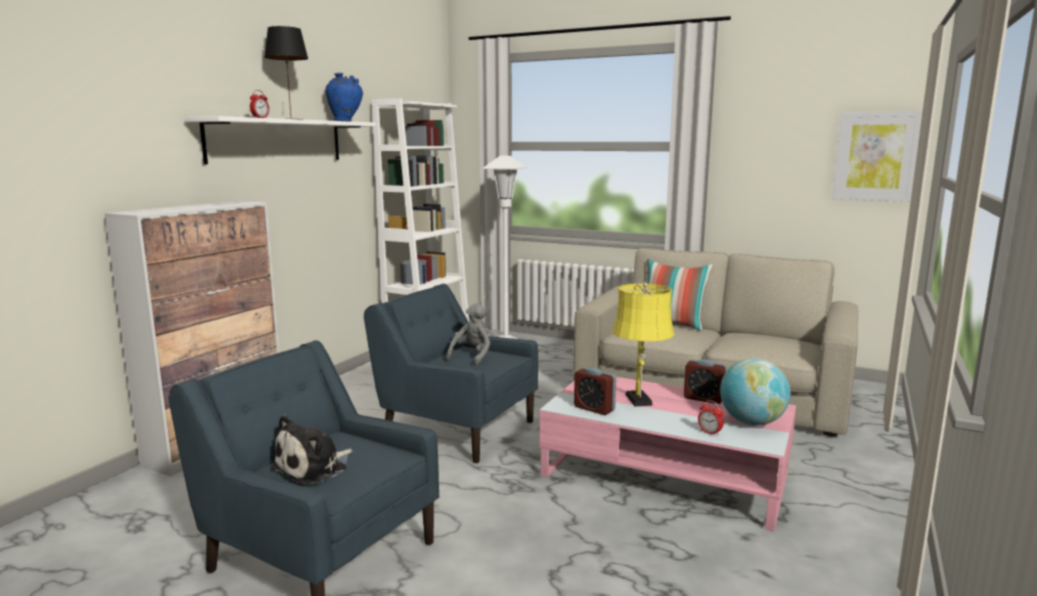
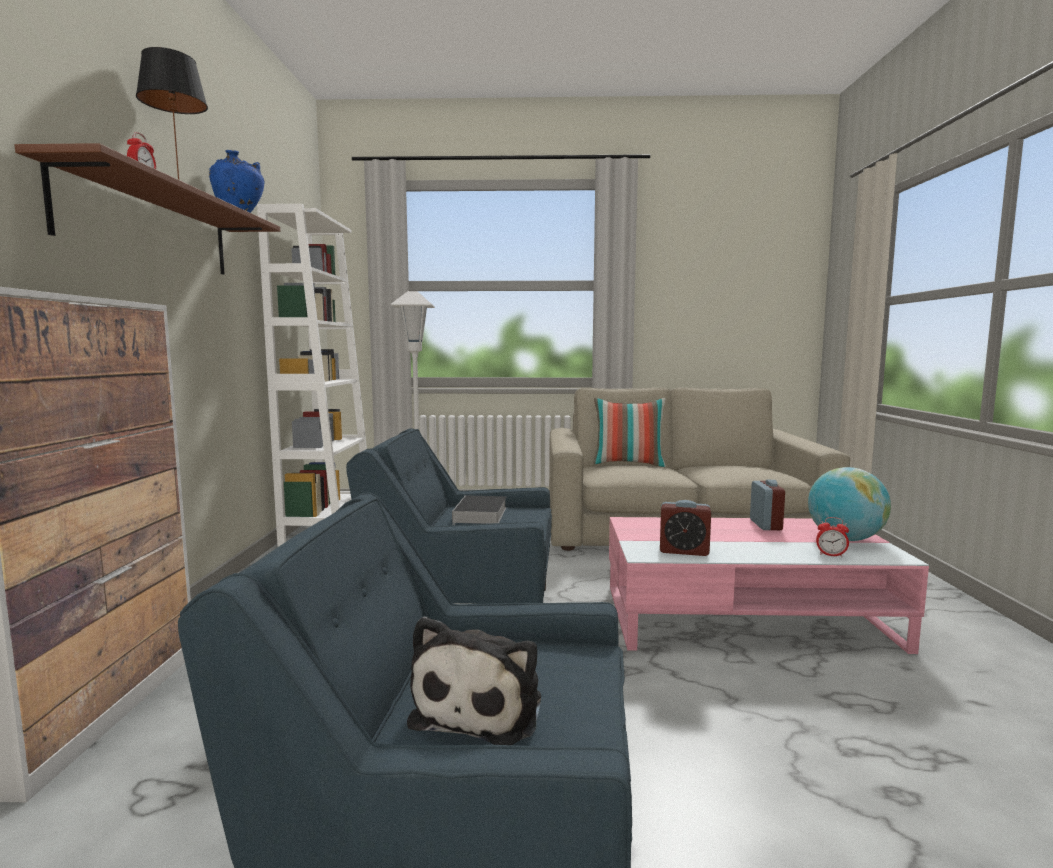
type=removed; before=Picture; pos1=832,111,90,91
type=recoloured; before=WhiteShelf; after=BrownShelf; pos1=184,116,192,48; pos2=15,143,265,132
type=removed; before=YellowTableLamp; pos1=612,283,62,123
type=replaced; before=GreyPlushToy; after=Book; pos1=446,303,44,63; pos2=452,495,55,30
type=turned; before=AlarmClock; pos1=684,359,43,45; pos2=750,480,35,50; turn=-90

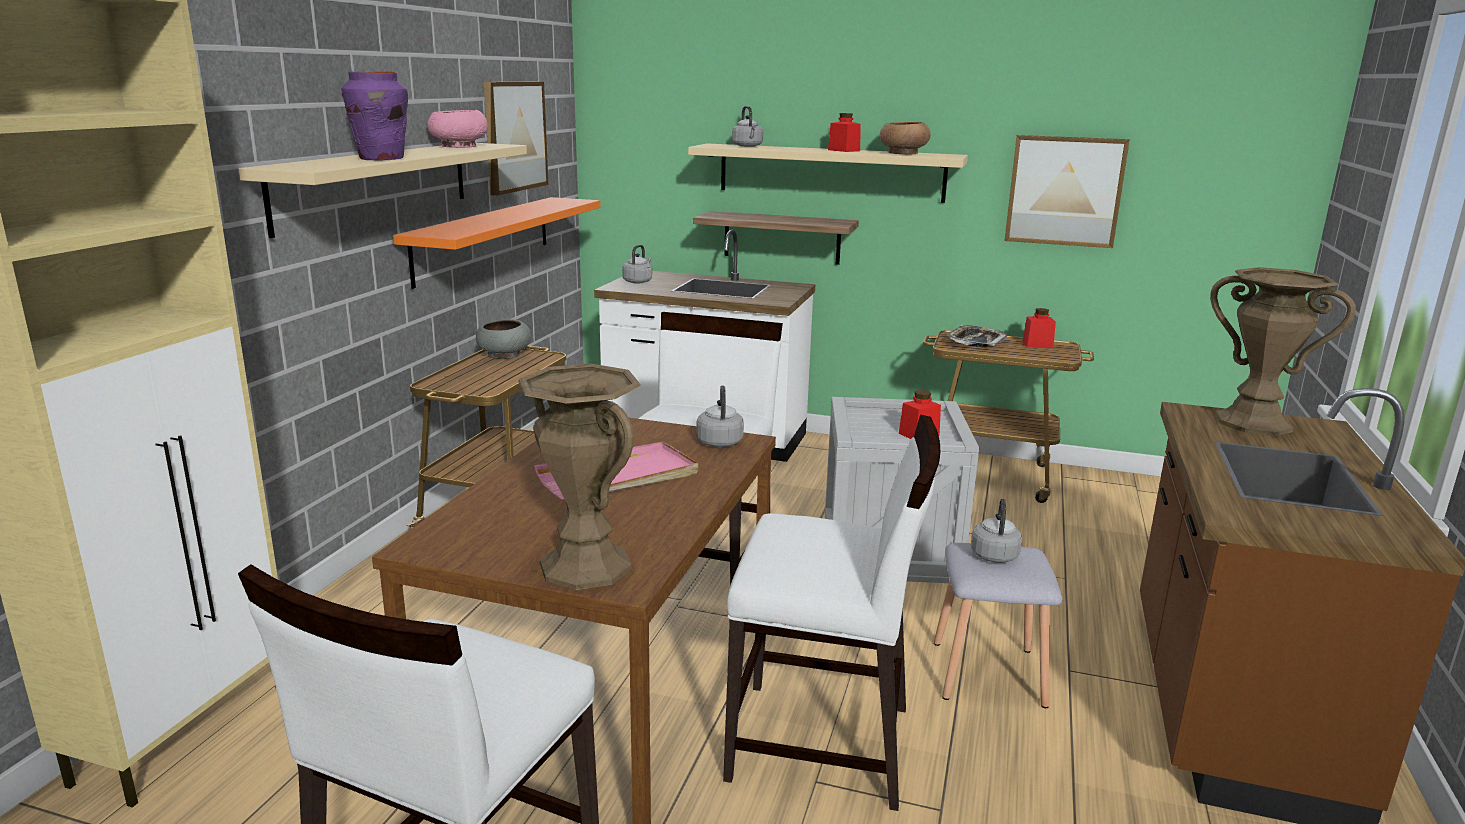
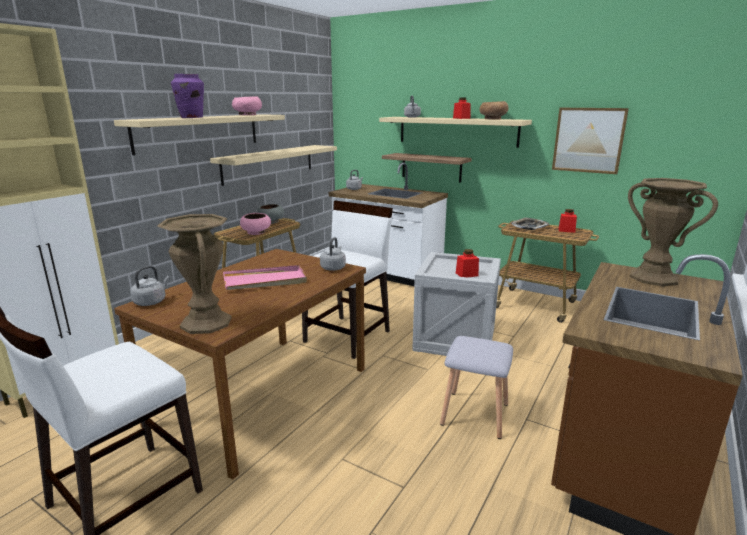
type=removed; before=Picture; pos1=484,82,64,114
type=recoloured; before=OrangeShelf; after=BeigeShelf; pos1=393,197,207,92; pos2=210,145,127,41
type=removed; before=WhiteChair; pos1=723,415,217,396
type=moved; before=GreyKettle; pos1=971,499,51,64; pos2=130,266,40,40
type=added; after=PinkBowl; pos2=240,213,31,22

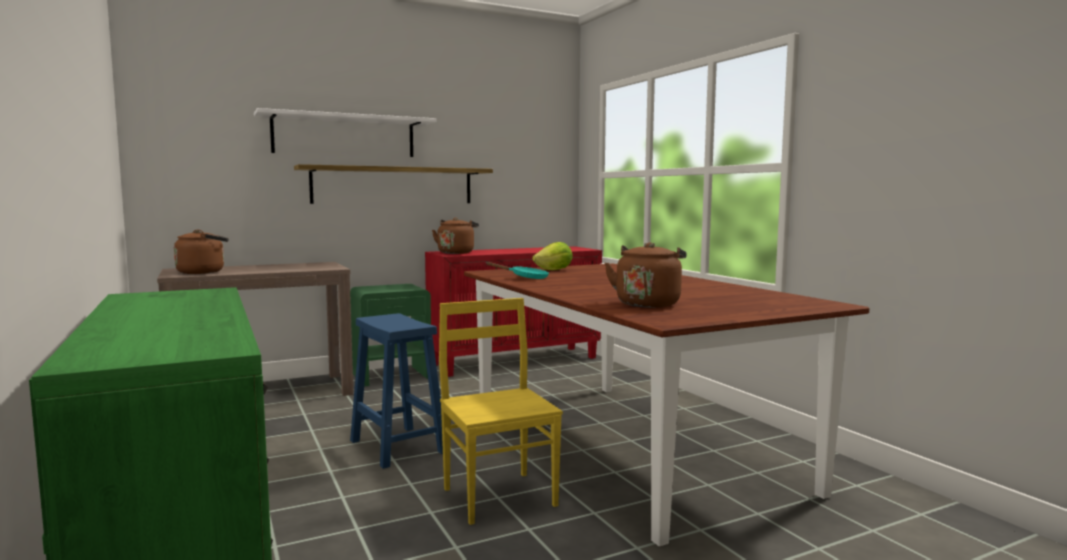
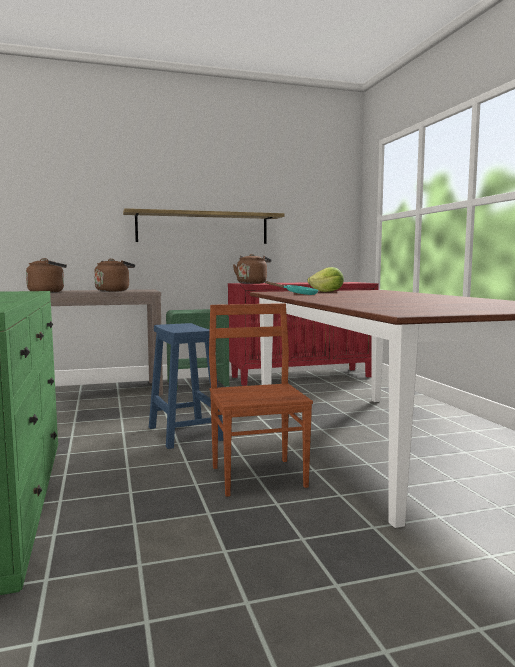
type=removed; before=WhiteShelf; pos1=254,108,183,49
type=moved; before=BrownKettle; pos1=605,242,82,66; pos2=94,258,41,34
type=recoloured; before=YellowChair; after=BrownChair; pos1=439,298,124,227; pos2=209,303,104,194

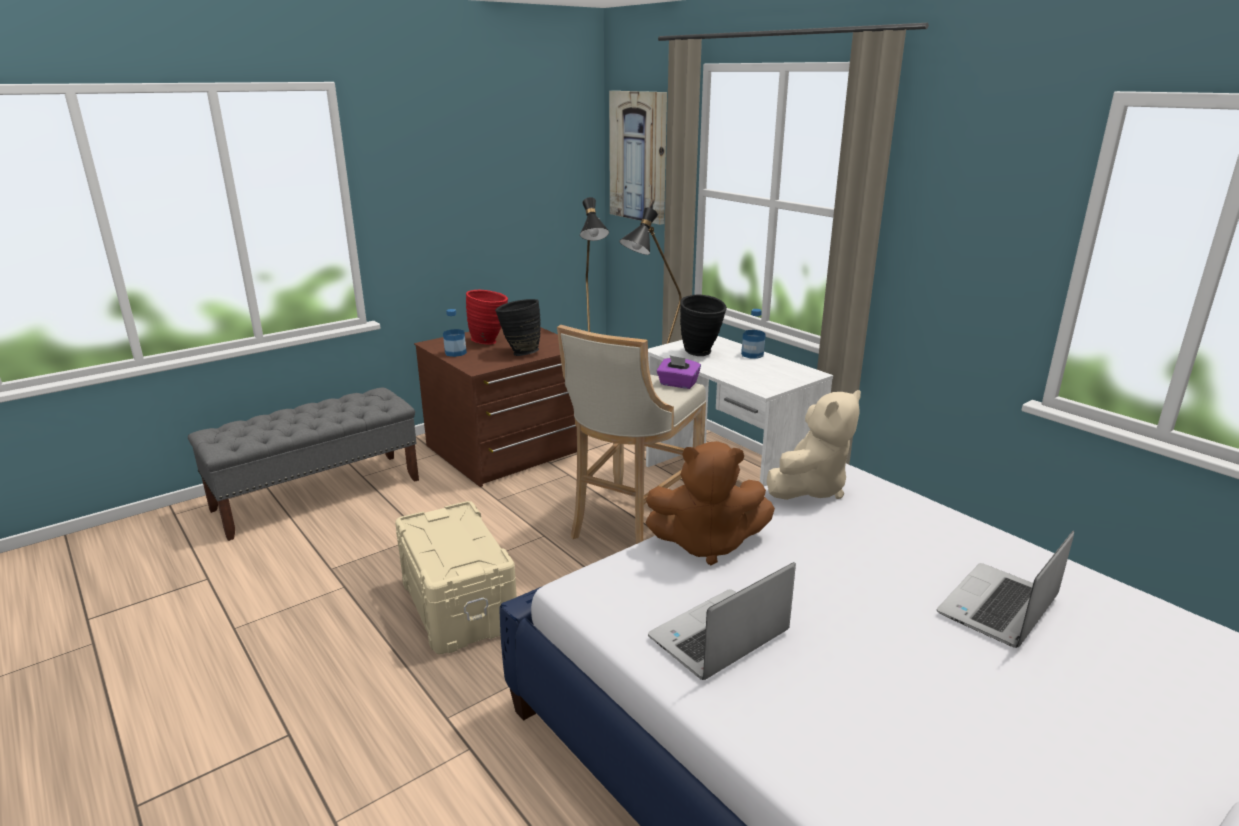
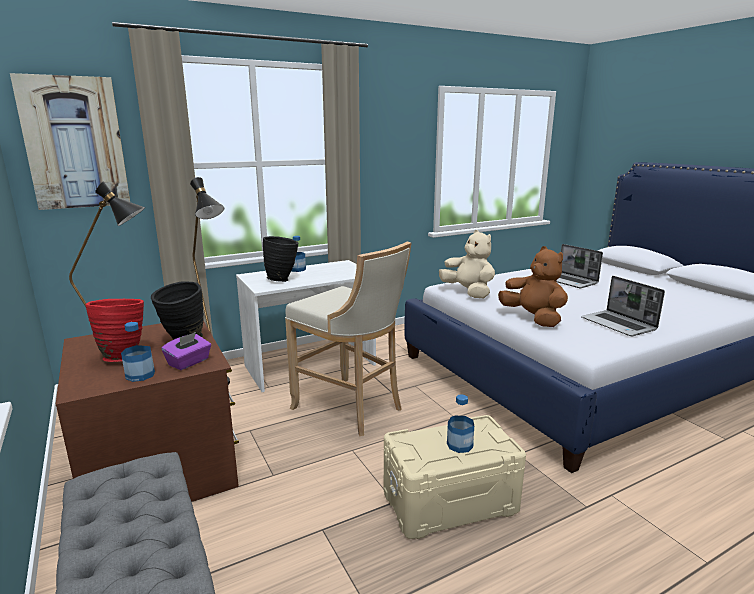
type=moved; before=PurpleTissueBox; pos1=657,355,44,34; pos2=161,332,50,38
type=turned; before=BrownPlushToy; pos1=646,441,129,124; pos2=498,246,70,81; turn=-45
type=added; after=Bottle; pos2=447,395,27,58

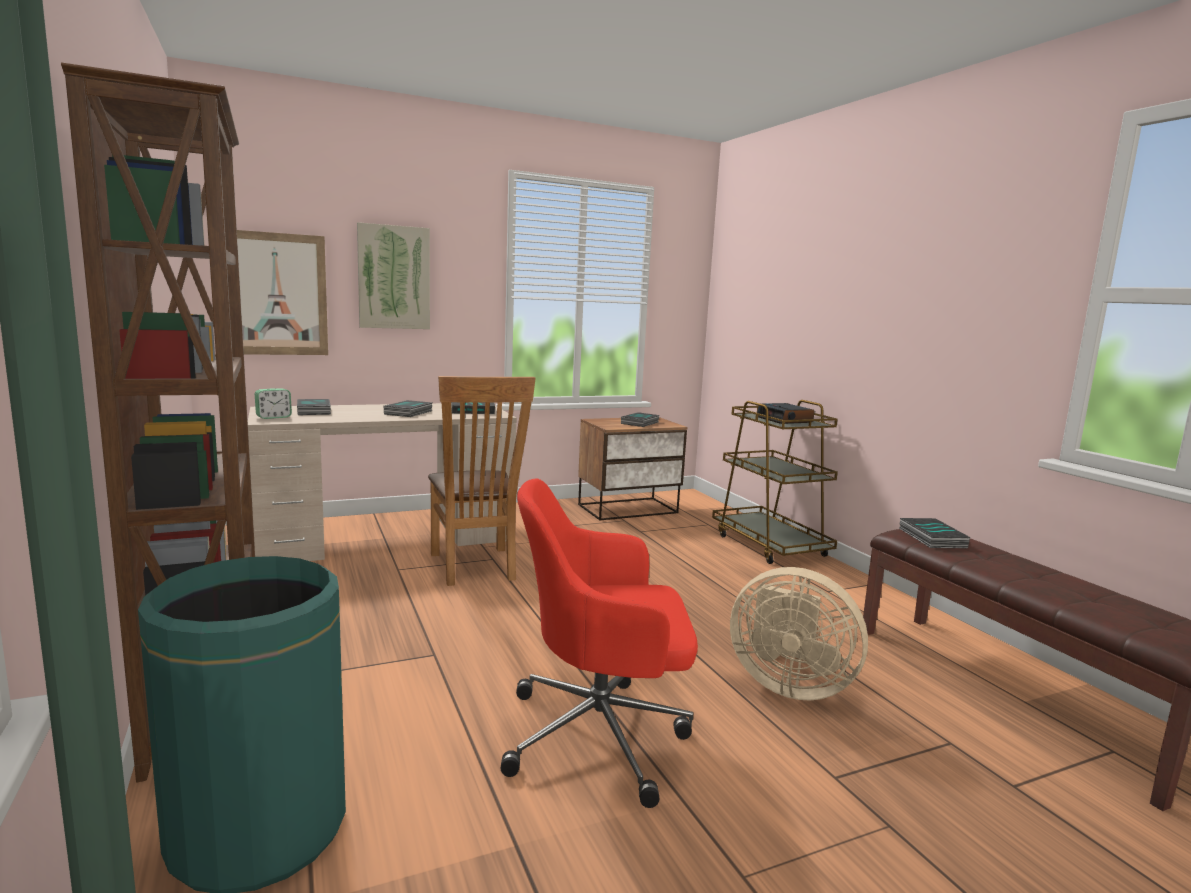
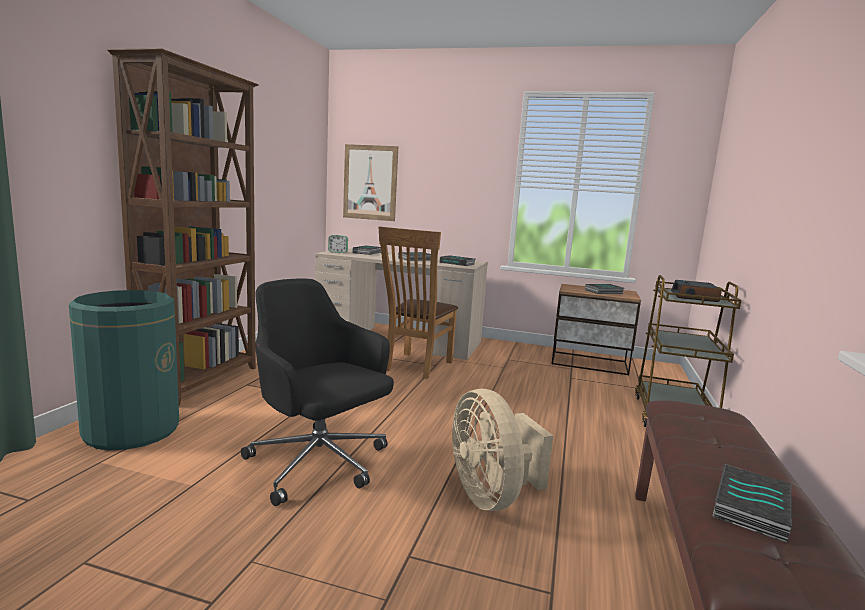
type=removed; before=Picture; pos1=357,222,73,107
type=recoloured; before=RedOfficeChair; after=BlackOfficeChair; pos1=501,479,197,329; pos2=241,278,153,228
type=moved; before=Book; pos1=899,518,71,30; pos2=712,464,80,79

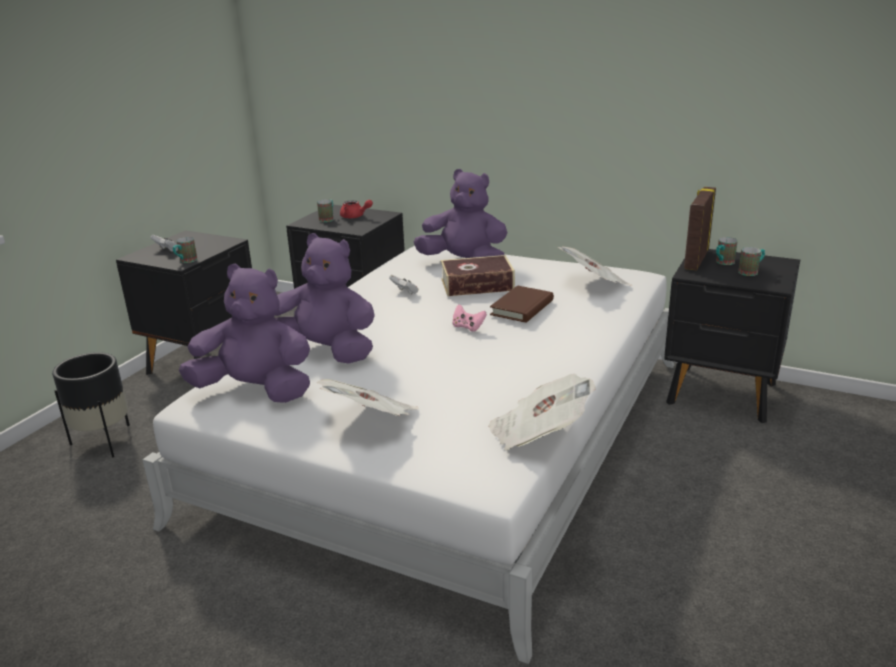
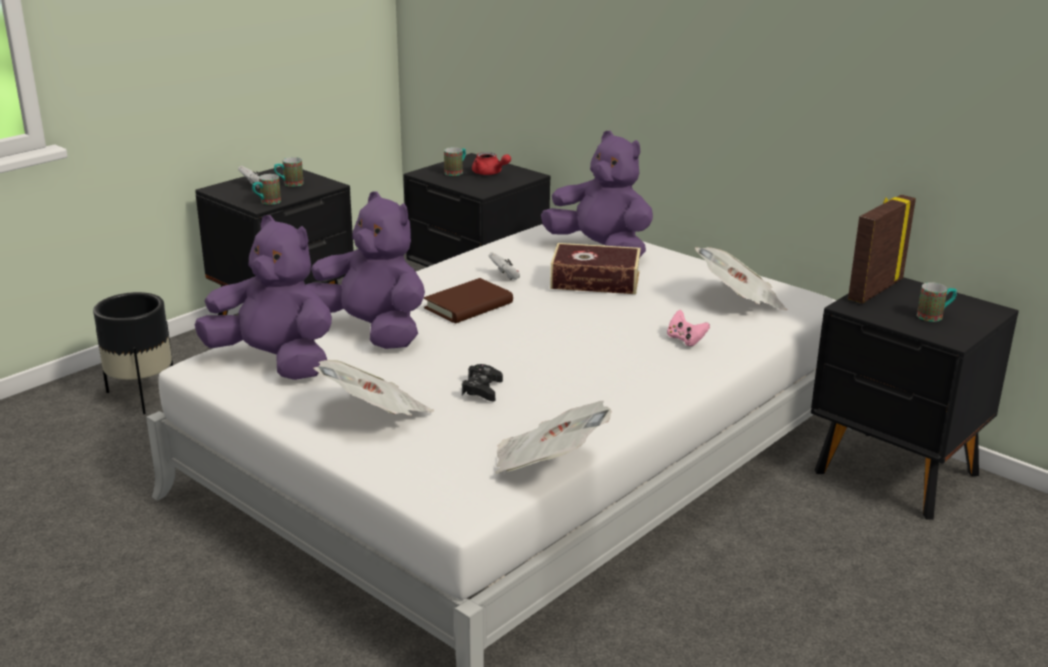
type=moved; before=Mug; pos1=716,237,22,28; pos2=274,157,30,30
type=moved; before=BrownBook; pos1=490,286,64,37; pos2=424,278,89,46
type=moved; before=PinkGameController; pos1=453,304,34,28; pos2=667,310,43,36
type=added; after=BlackGameController; pos2=462,364,41,37

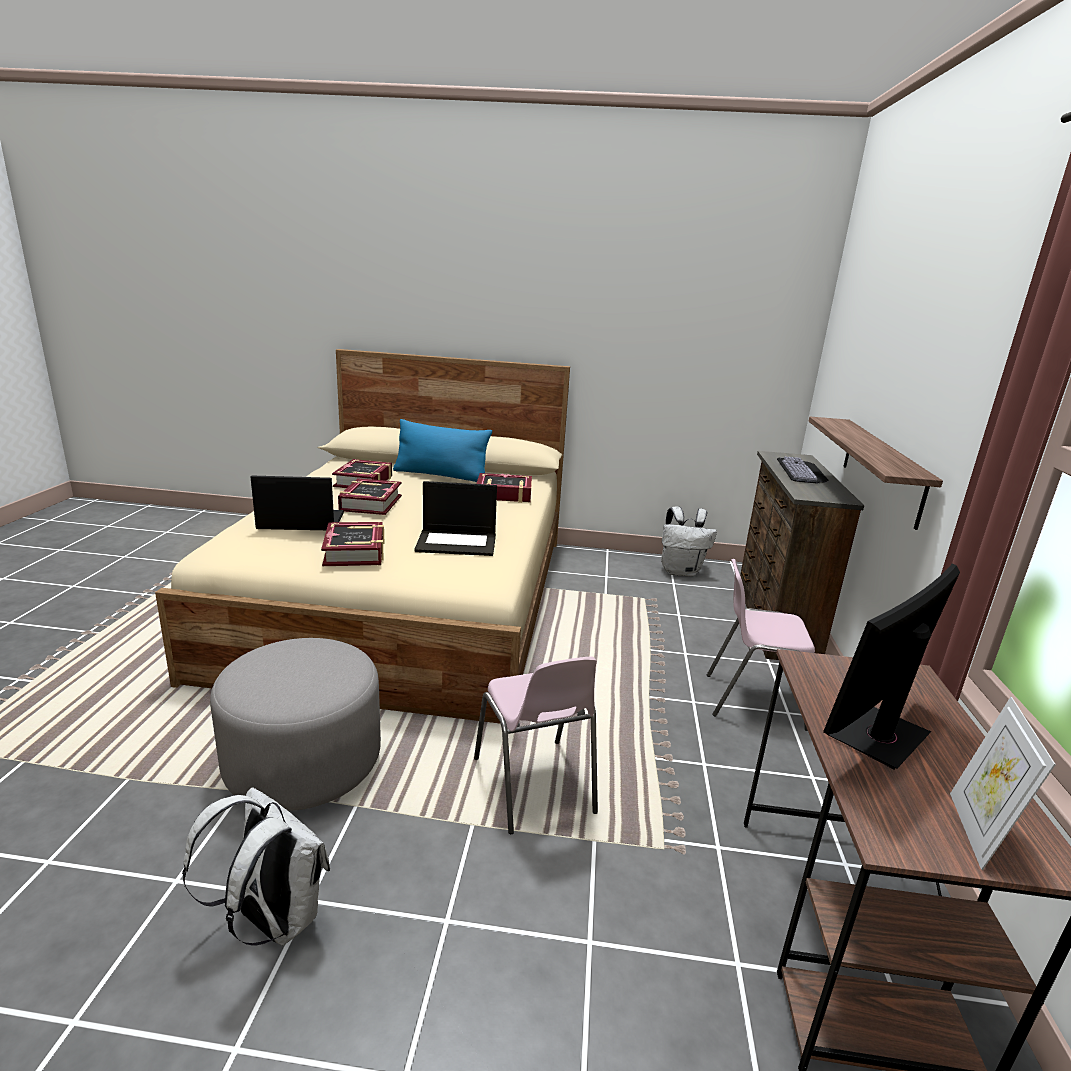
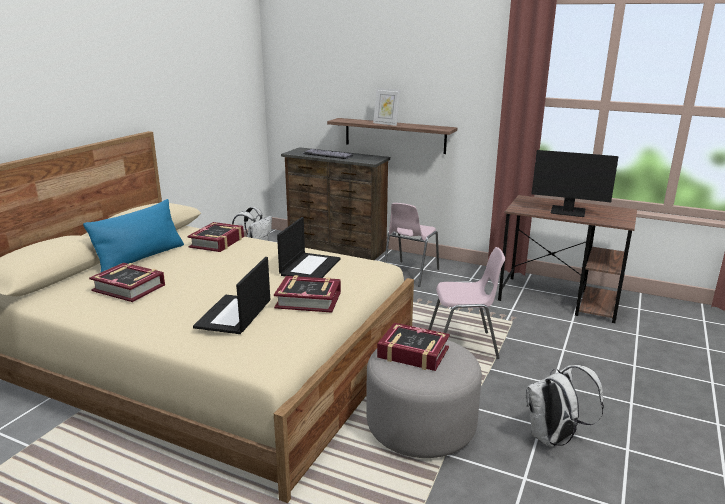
type=moved; before=Book; pos1=338,478,64,37; pos2=377,323,73,48
type=turned; before=Monitor; pos1=823,564,137,205; pos2=532,150,87,67; turn=-45
type=moved; before=PictureFrame; pos1=950,697,106,173; pos2=373,88,27,38

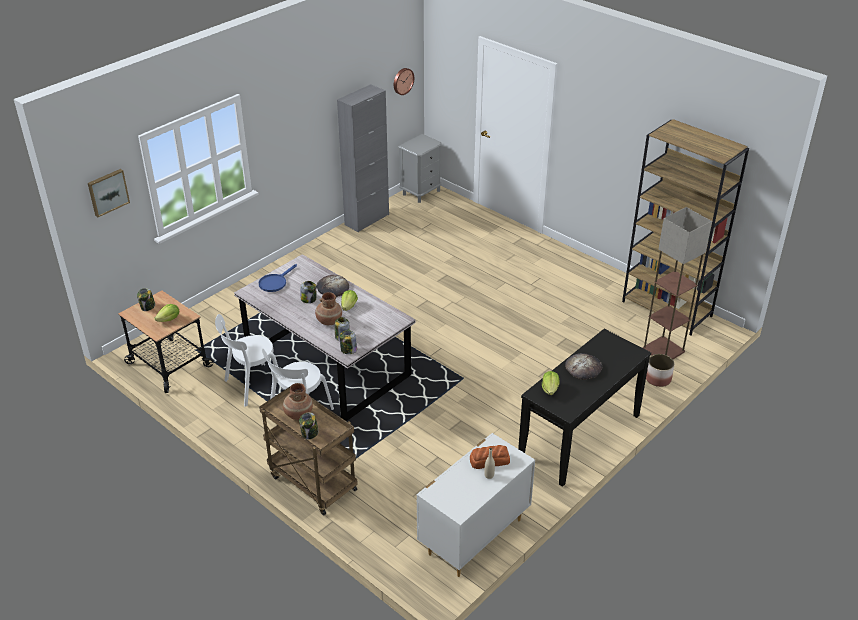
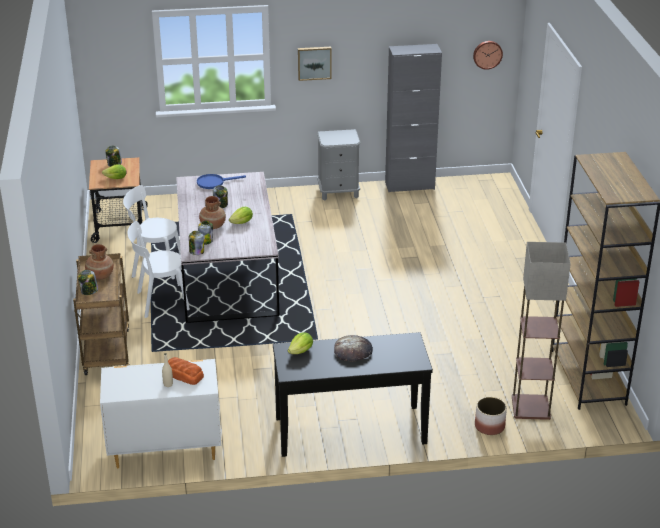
type=moved; before=GreyNightstand; pos1=398,134,44,69; pos2=317,129,44,72
type=moved; before=Picture; pos1=88,169,42,48; pos2=298,47,34,34
type=removed; before=Bread; pos1=316,275,33,22

